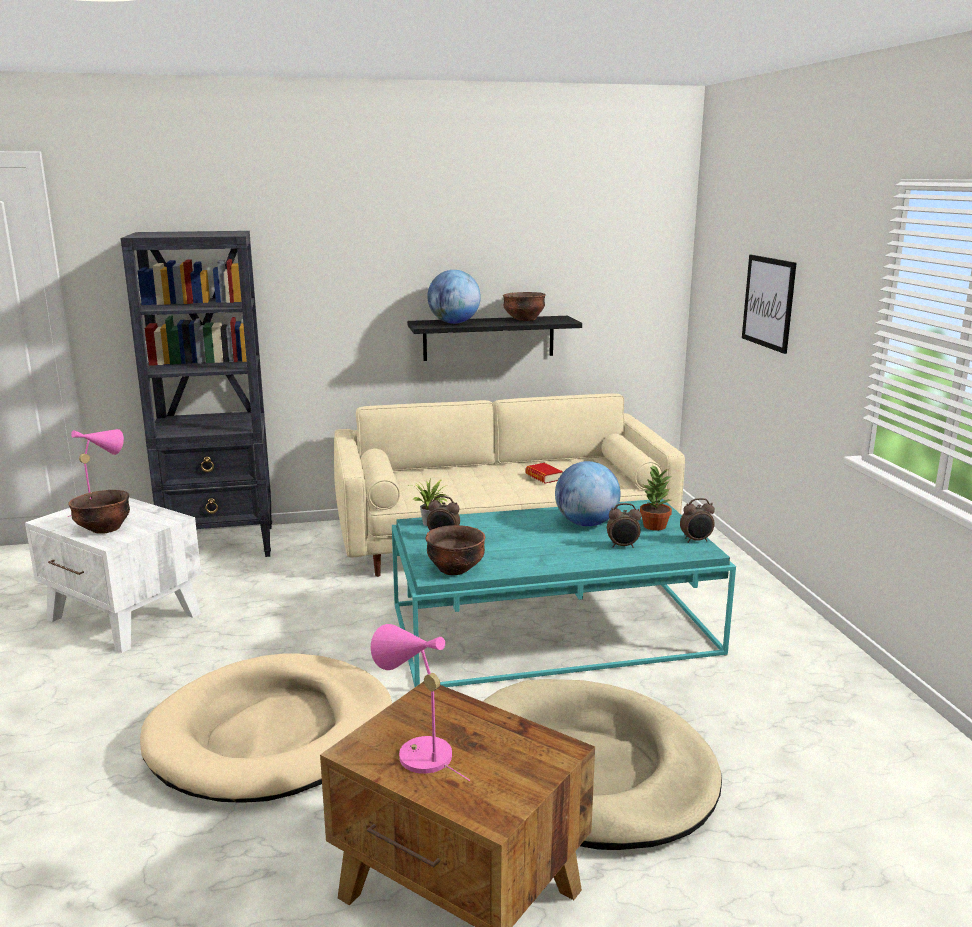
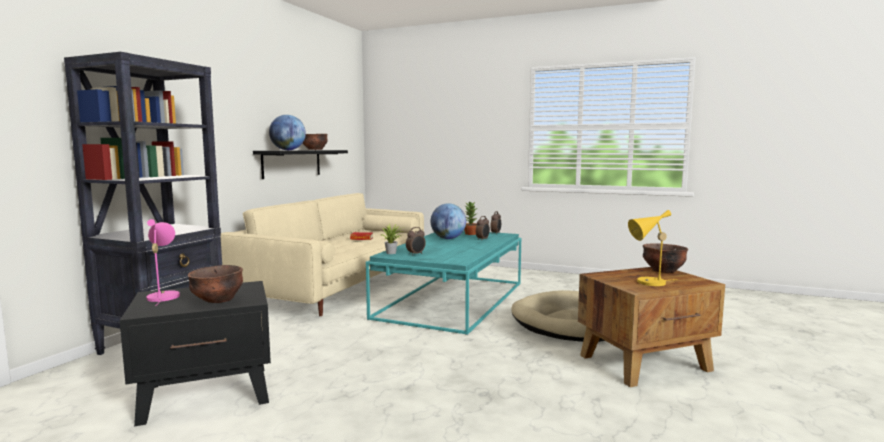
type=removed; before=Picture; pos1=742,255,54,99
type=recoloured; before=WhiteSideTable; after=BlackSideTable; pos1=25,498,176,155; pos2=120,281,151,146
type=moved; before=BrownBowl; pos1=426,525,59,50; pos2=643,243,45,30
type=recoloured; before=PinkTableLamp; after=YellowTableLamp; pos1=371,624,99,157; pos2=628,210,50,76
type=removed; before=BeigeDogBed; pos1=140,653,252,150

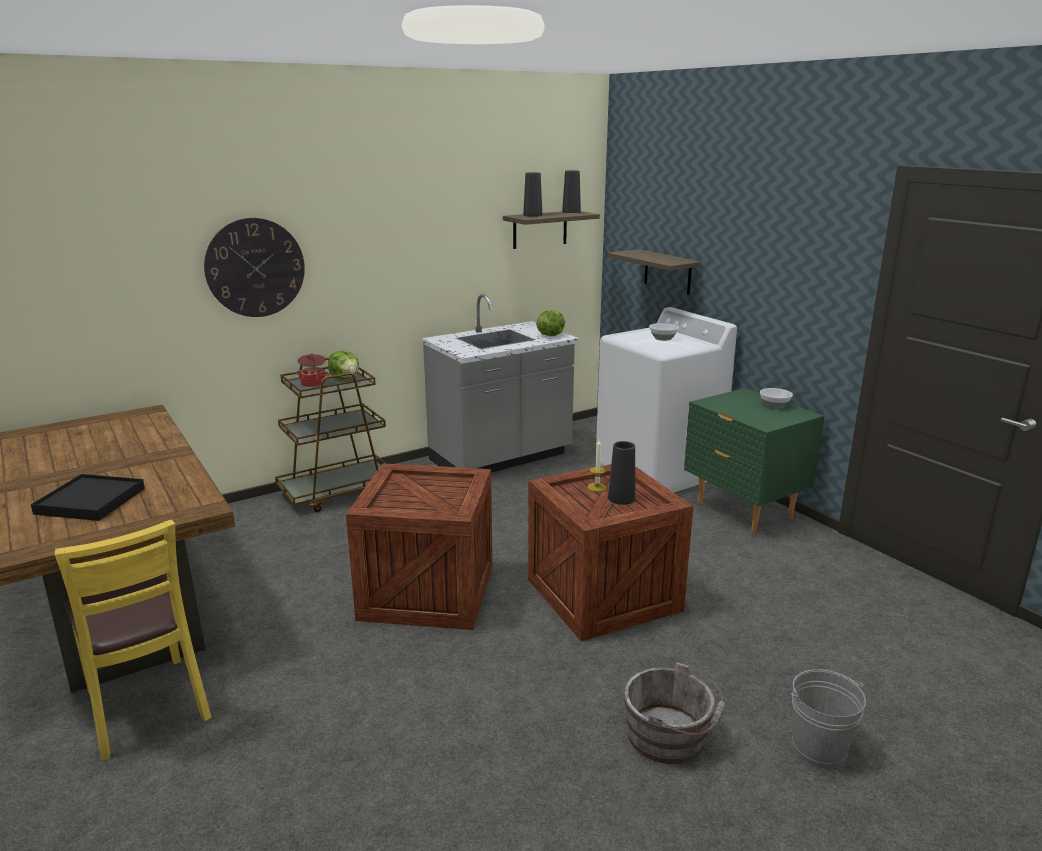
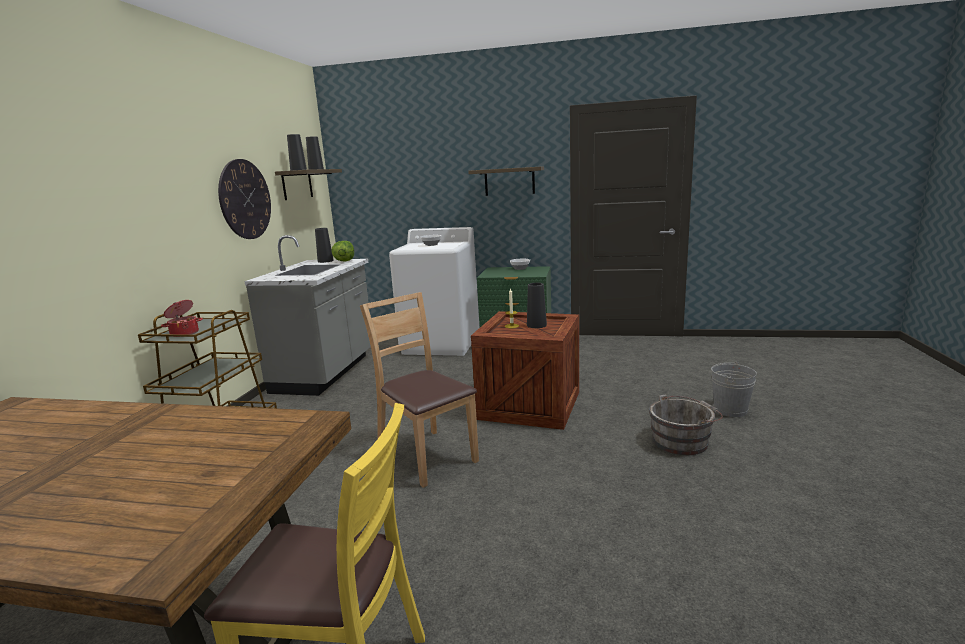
type=moved; before=WallClock; pos1=204,218,101,99; pos2=218,159,53,80
type=moved; before=Shelf; pos1=608,249,94,46; pos2=468,166,76,30
type=removed; before=Lettuce; pos1=328,351,31,28
type=replaced; before=Crate; after=BrownChair; pos1=346,463,147,167; pos2=360,292,119,196
type=removed; before=BlackTray; pos1=31,474,114,47
type=added; after=BlackVase; pos2=315,228,19,35

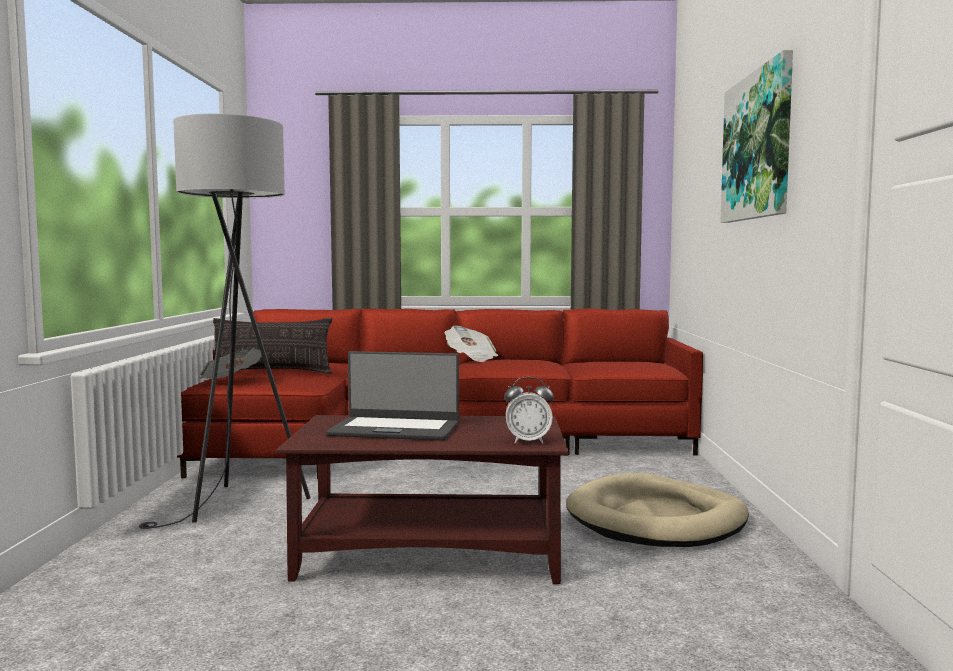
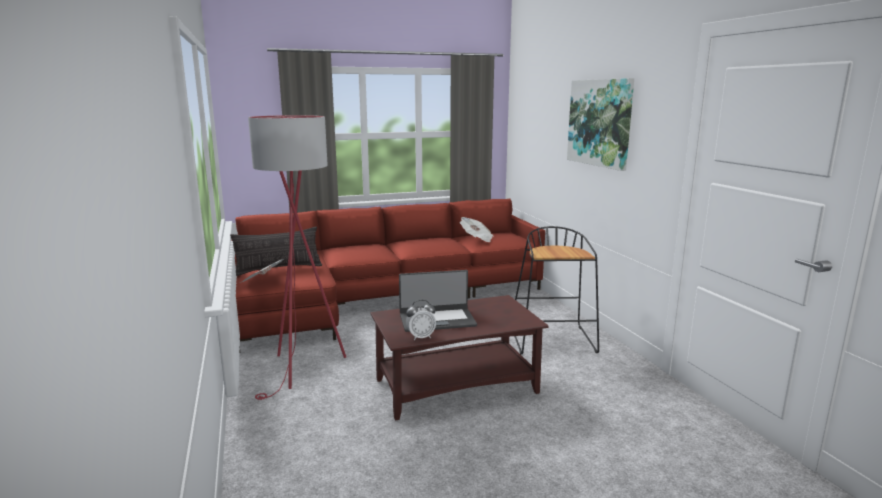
type=recoloured; before=GreyFloorLamp; after=RedFloorLamp; pos1=139,114,172,415; pos2=248,115,98,285
type=moved; before=Newspaper; pos1=445,326,53,36; pos2=460,217,34,25
type=moved; before=AlarmClock; pos1=504,377,50,67; pos2=406,300,30,40
type=replaced; before=BeigeDogBed; after=BlackStool; pos1=566,473,183,74; pos2=514,226,85,128

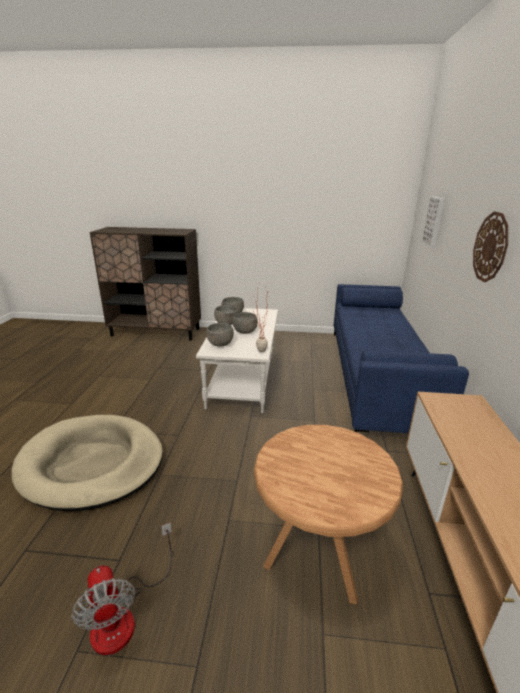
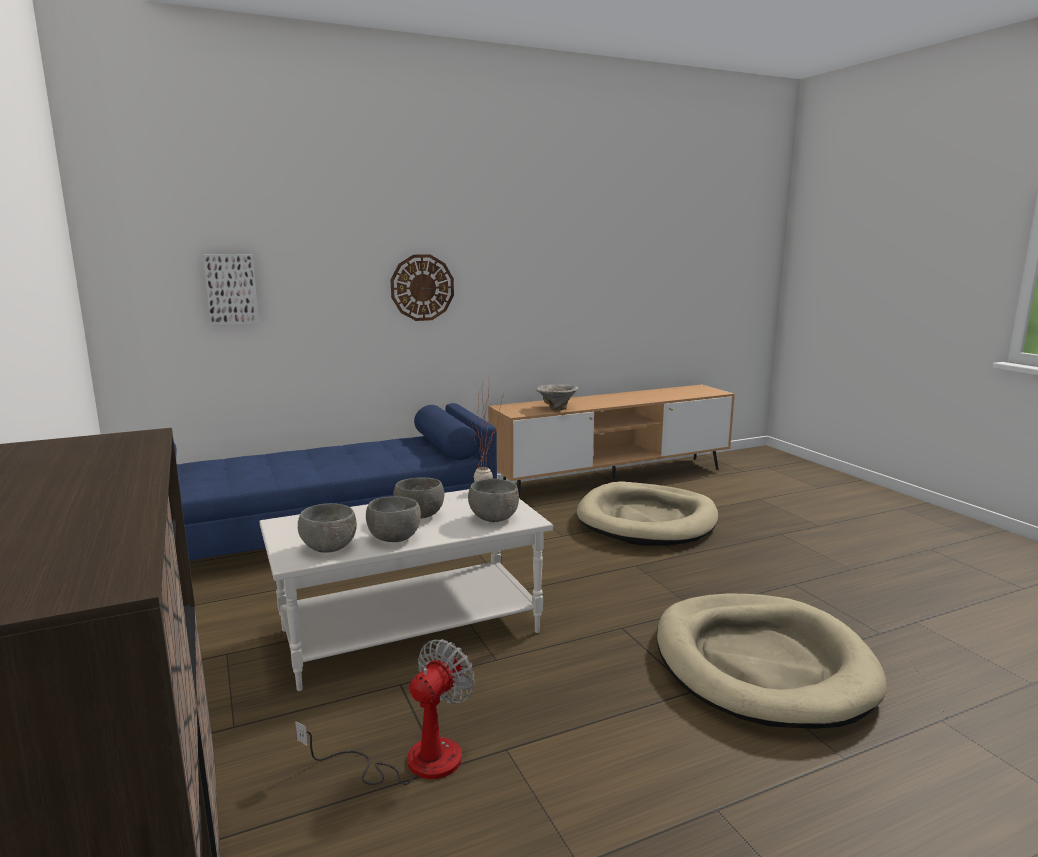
type=replaced; before=BrownSideTable; after=BeigeDogBed; pos1=254,425,149,179; pos2=577,481,141,64
type=moved; before=Fan; pos1=71,522,101,133; pos2=295,639,180,146
type=added; after=Bowl; pos2=536,384,43,26

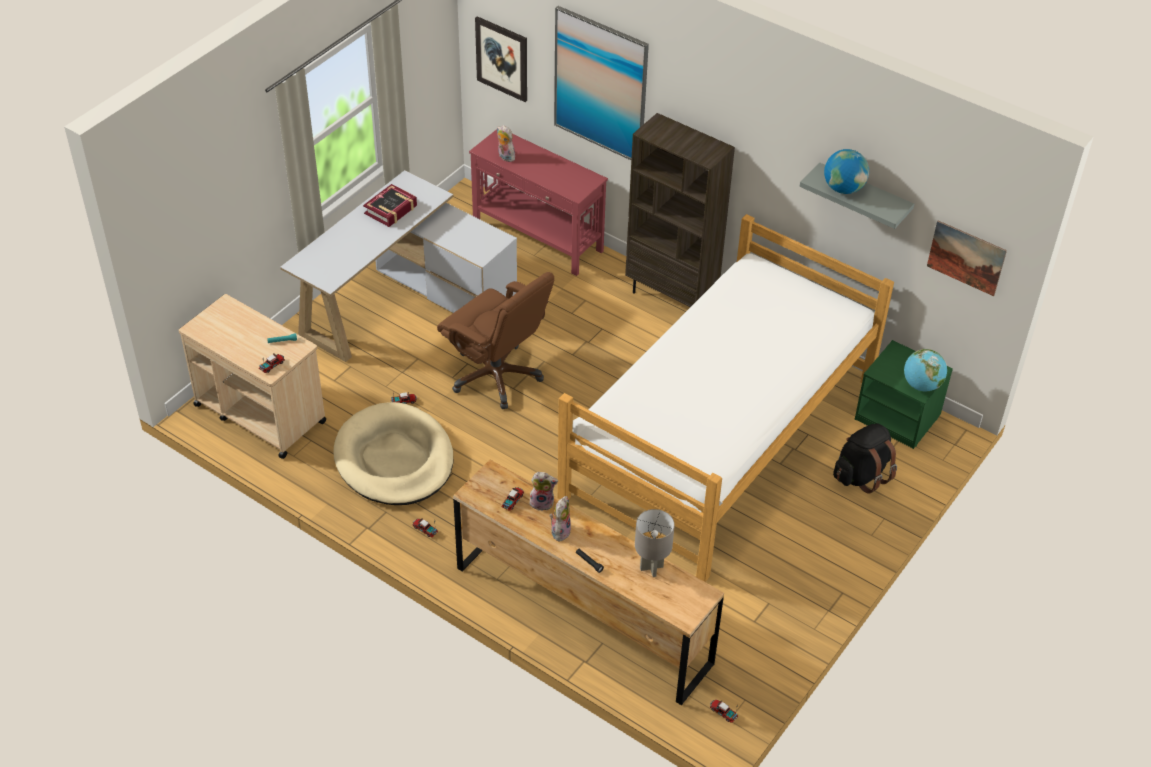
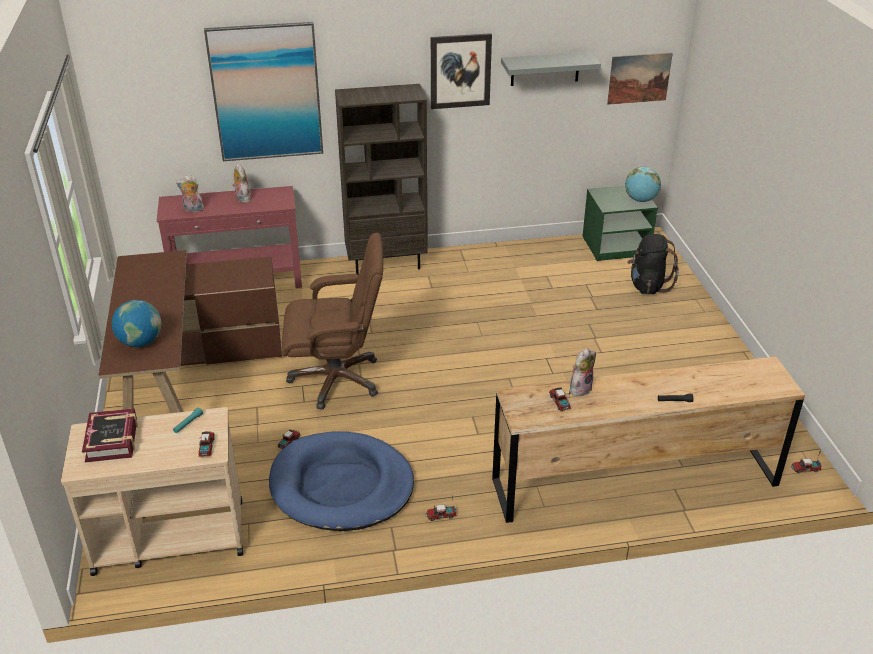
type=moved; before=Picture; pos1=475,16,52,86; pos2=431,33,61,76
type=moved; before=Globe; pos1=824,149,45,45; pos2=112,300,49,47
type=recoloured; before=WhiteDesk; after=BrownDesk; pos1=280,170,237,192; pos2=99,250,183,163
type=moved; before=Book; pos1=363,184,54,43; pos2=82,408,56,55
type=removed; before=Bed; pos1=557,214,337,368
type=recoloured; before=BeigeDogBed; after=BlueDogBed; pos1=333,402,120,103; pos2=269,431,145,100
type=moved; before=PlushToy; pos1=549,496,22,46; pos2=232,164,19,39
type=removed; before=GreyTableLamp; pos1=635,509,40,68

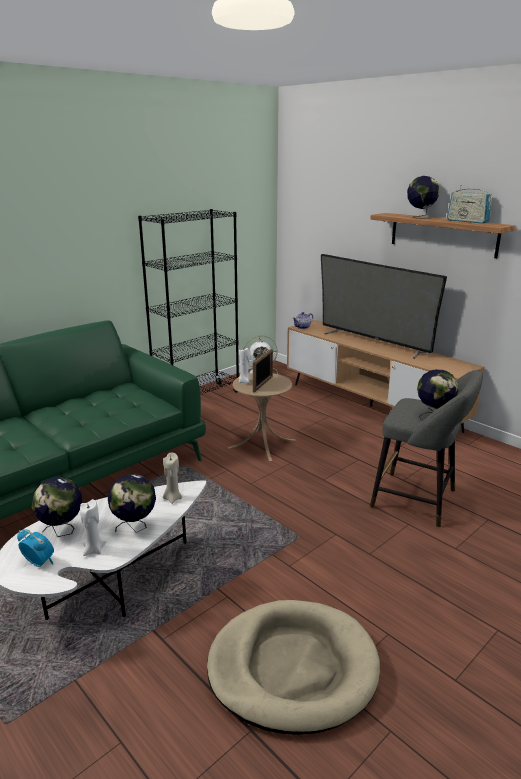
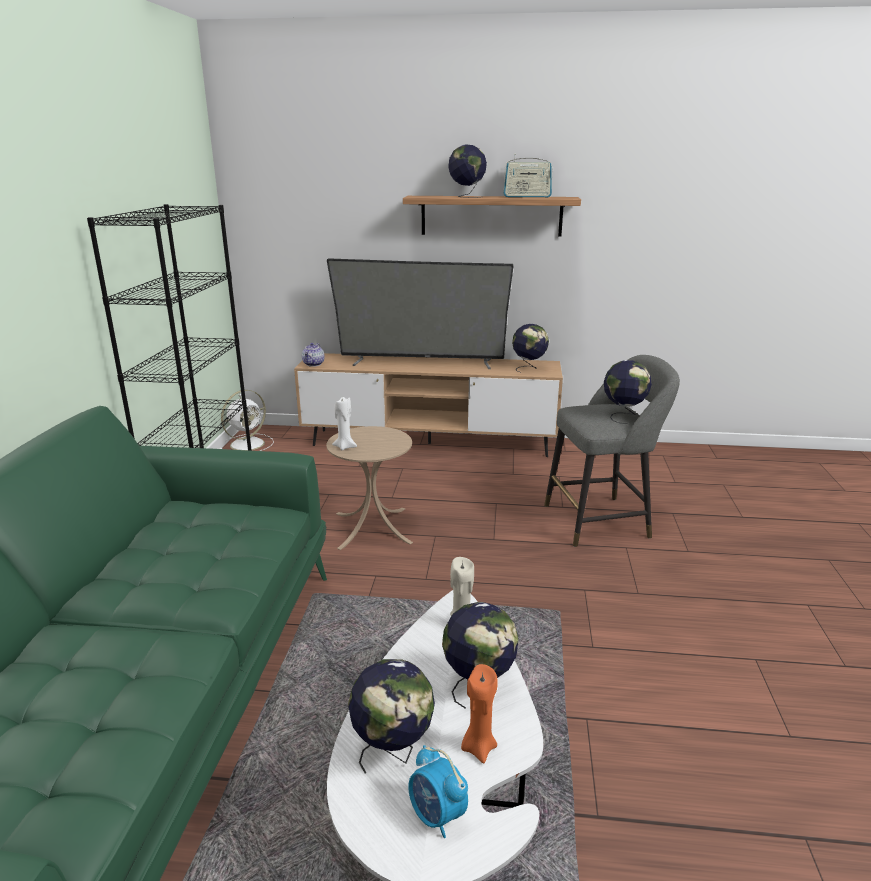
type=removed; before=PictureFrame; pos1=253,349,20,44
type=recoloured; before=WhiteCandle; after=OrangeCandle; pos1=80,499,27,57; pos2=461,664,37,99
type=turned; before=AlarmClock; pos1=17,529,37,38; pos2=408,745,60,93; turn=-120
type=removed; before=BeigeDogBed; pos1=207,600,173,135
type=added; after=Globe; pos2=512,324,37,48

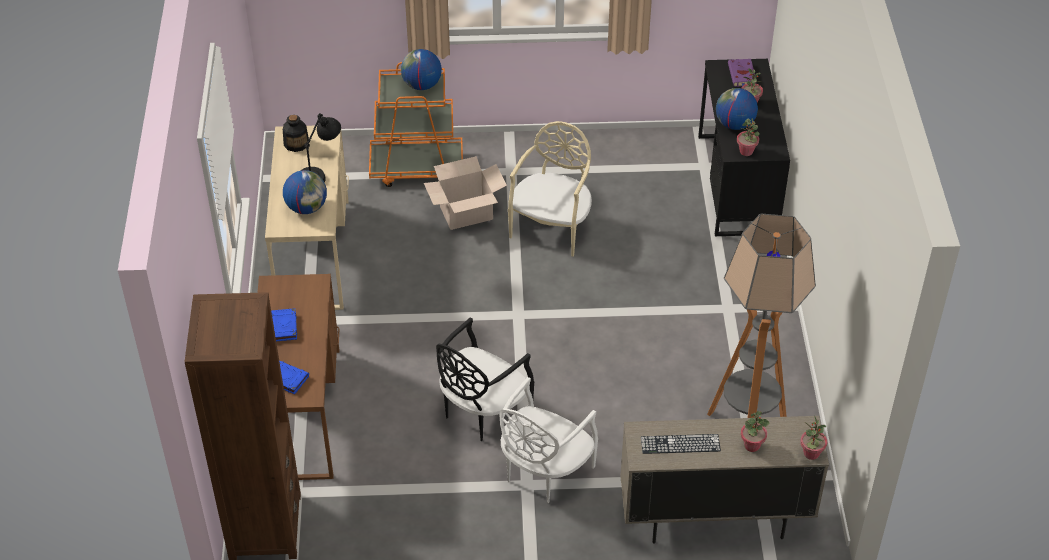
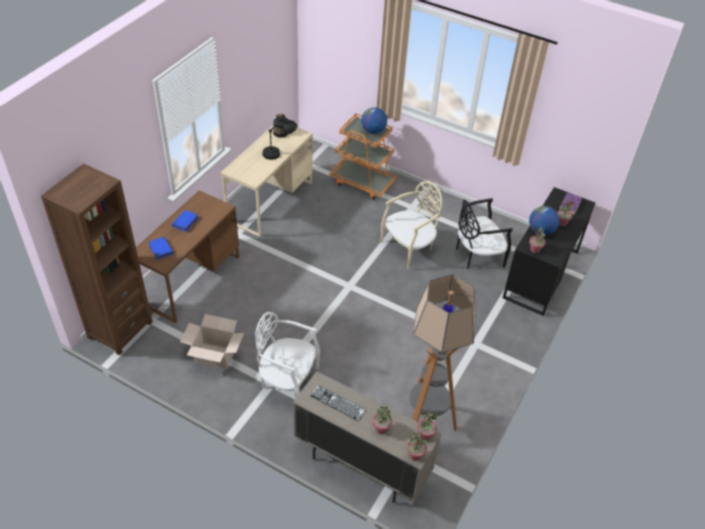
type=moved; before=CardboardBox; pos1=424,156,83,74; pos2=180,314,64,56
type=removed; before=Globe; pos1=283,170,44,44
type=moved; before=BlackChair; pos1=436,317,98,124; pos2=456,198,57,71
type=turned; before=WhiteChair; pos1=500,377,98,126; pos2=255,312,65,87; turn=45
type=added; after=PottedPlant; pos2=417,412,20,29

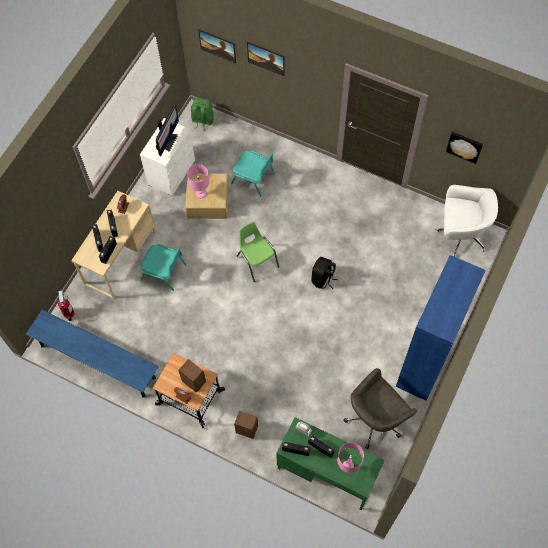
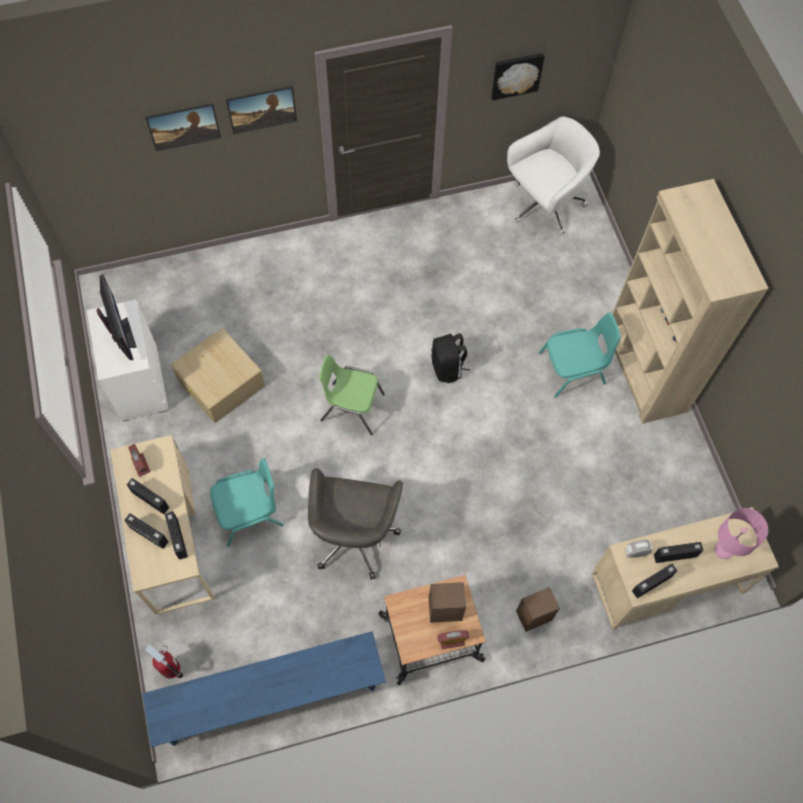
type=moved; before=Picture; pos1=198,29,38,34; pos2=226,86,71,48
type=removed; before=GreenBackpack; pos1=191,98,23,34
type=moved; before=TurquoiseChair; pos1=231,151,44,45; pos2=539,313,82,85
type=removed; before=PinkTableLamp; pos1=187,164,22,34
type=recoloured; before=BlueBookcase; after=BeigeBookcase; pos1=396,255,90,146; pos2=612,179,157,245
type=moved; before=GreyOfficeChair; pos1=343,368,74,81; pos2=308,468,95,112
type=recoloured; before=GreenDesk; after=BeigeDesk; pos1=276,417,109,93; pos2=592,507,187,123

